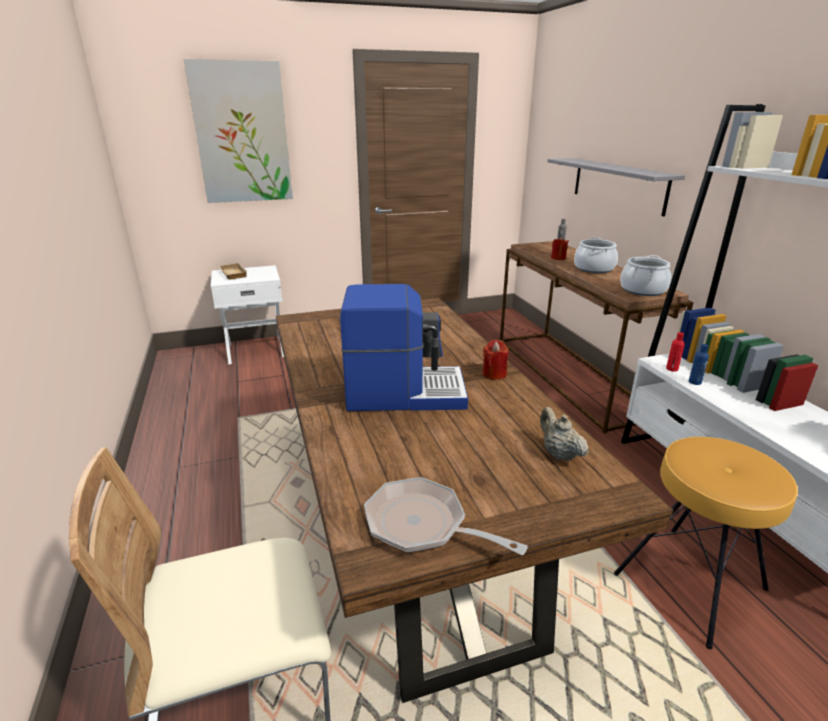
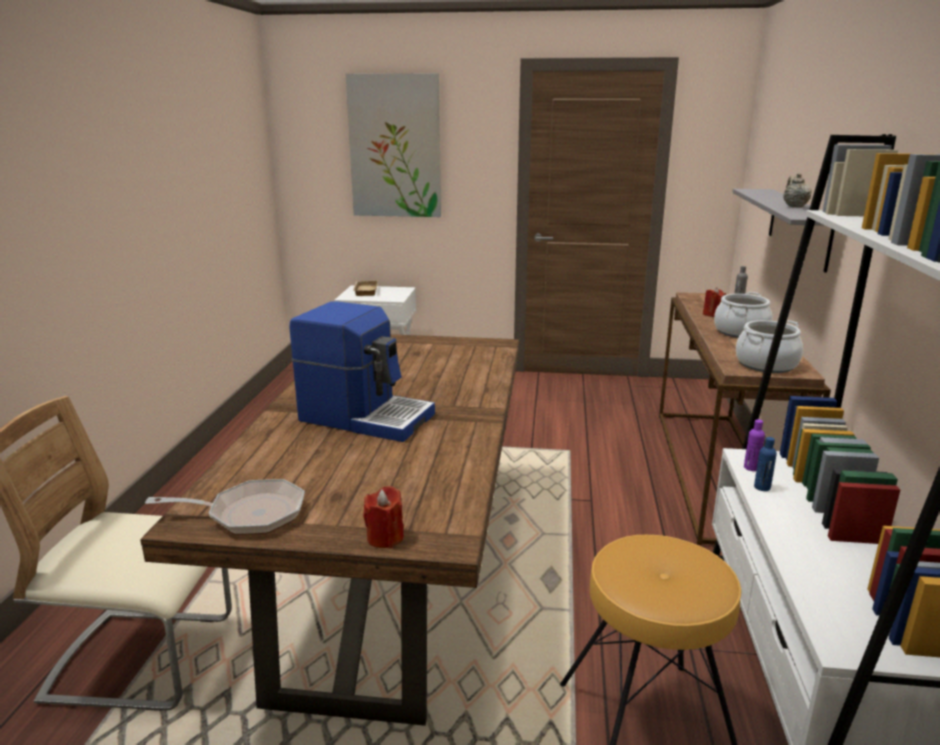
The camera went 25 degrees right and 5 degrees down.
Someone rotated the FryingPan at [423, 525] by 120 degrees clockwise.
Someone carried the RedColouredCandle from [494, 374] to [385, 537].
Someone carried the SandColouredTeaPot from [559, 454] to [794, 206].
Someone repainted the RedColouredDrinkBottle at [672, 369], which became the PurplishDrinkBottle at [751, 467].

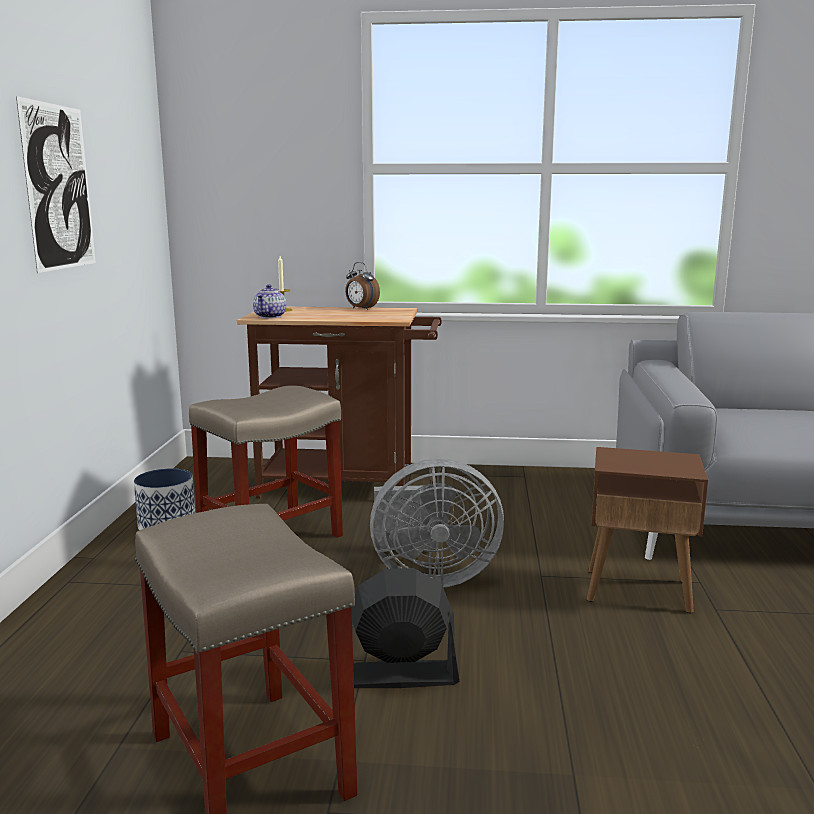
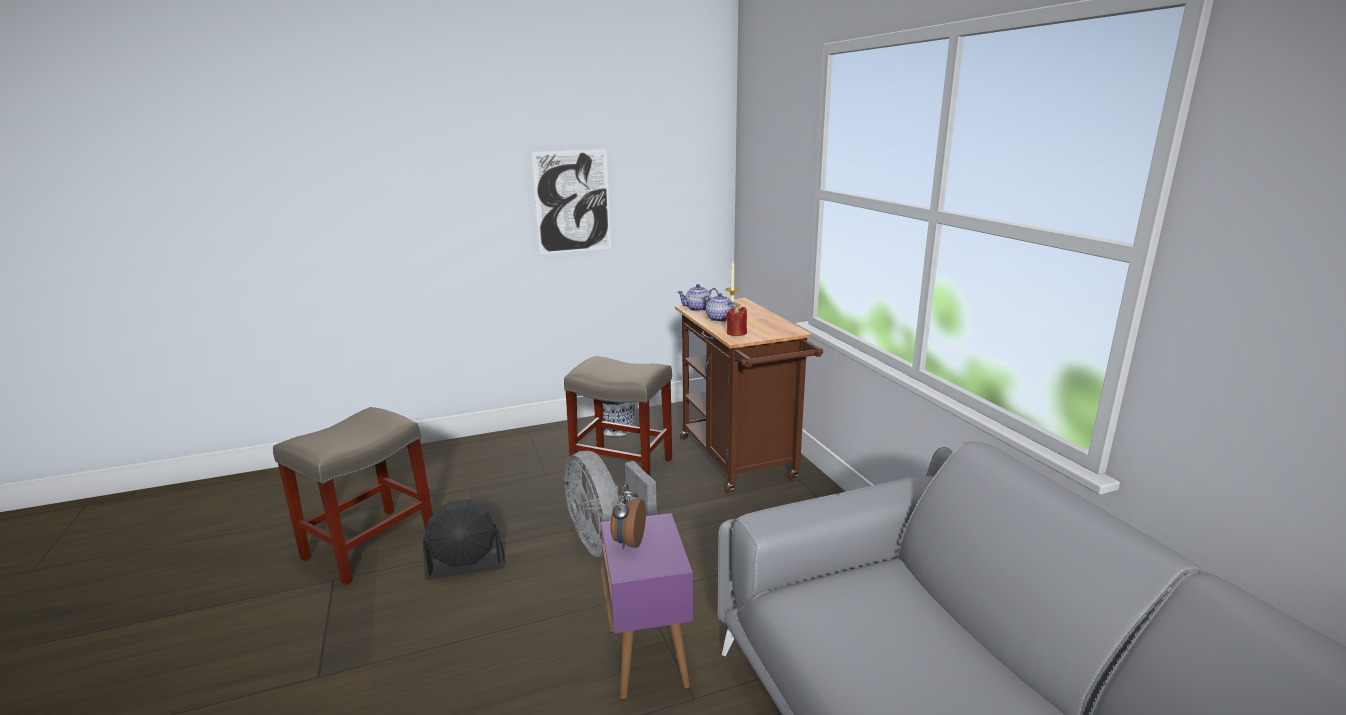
The camera went 65 degrees right and 5 degrees up.
Someone carried the BedsideClock from [361, 309] to [628, 542].
Someone rotated the BlackColouredElectricFan at [400, 675] by 105 degrees clockwise.
Someone repainted the BrownishEndTable at [639, 591], which became the PurplishEndTable at [648, 657].
Someone put down the TeaPot at [719, 319].
Someone put down the RedColouredCandle at [736, 333].

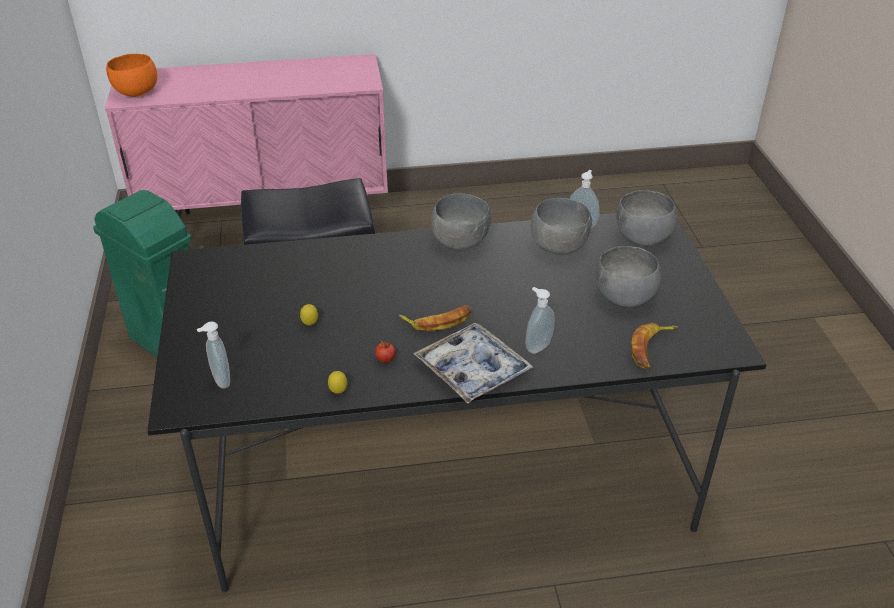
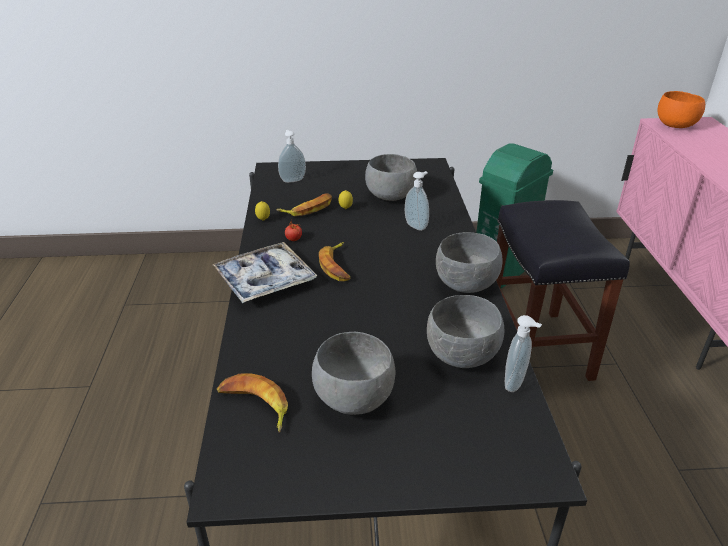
The camera went 95 degrees right and 5 degrees down.
Someone carried the SoapBottle from [537, 346] to [417, 226].
Someone carried the GrayServingBowl from [641, 239] to [390, 196].
Someone put down the BananaFruit at [308, 209].

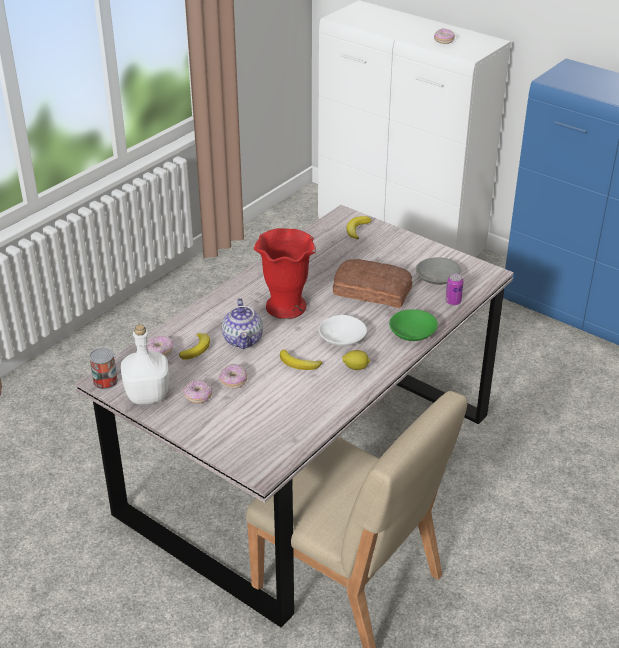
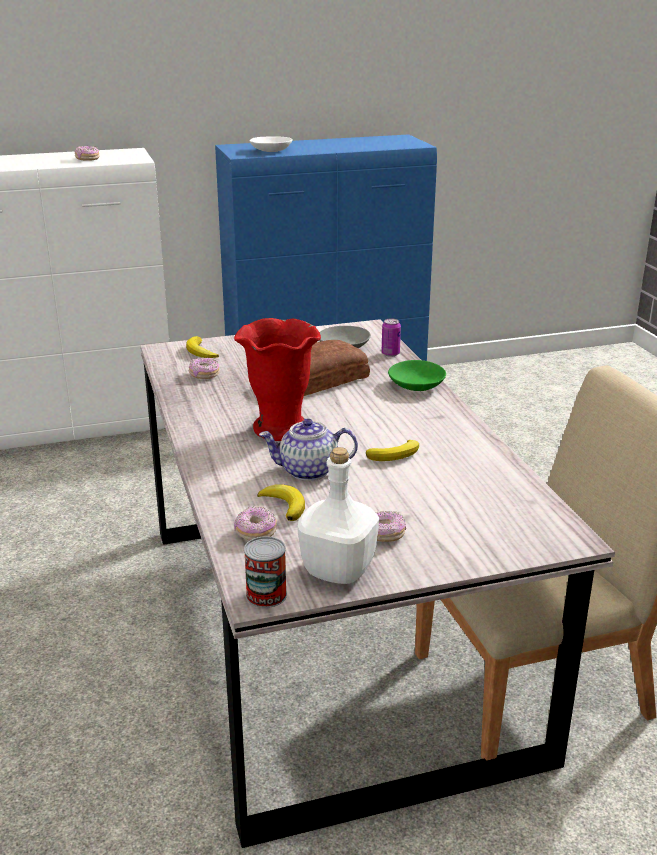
The camera went 55 degrees left and 10 degrees down.
Someone carried the Donut from [233, 381] to [204, 375].
Someone rotated the TeaPot at [243, 340] by 150 degrees clockwise.
Someone carried the WhitishServingBowl from [342, 338] to [270, 151].
Someone took away the WholeLemon at [356, 367].

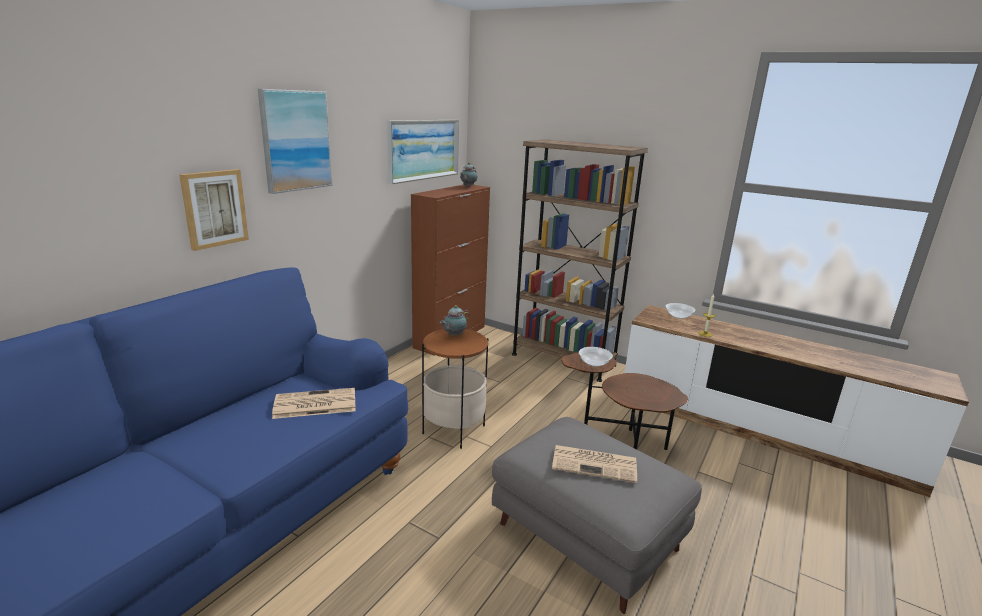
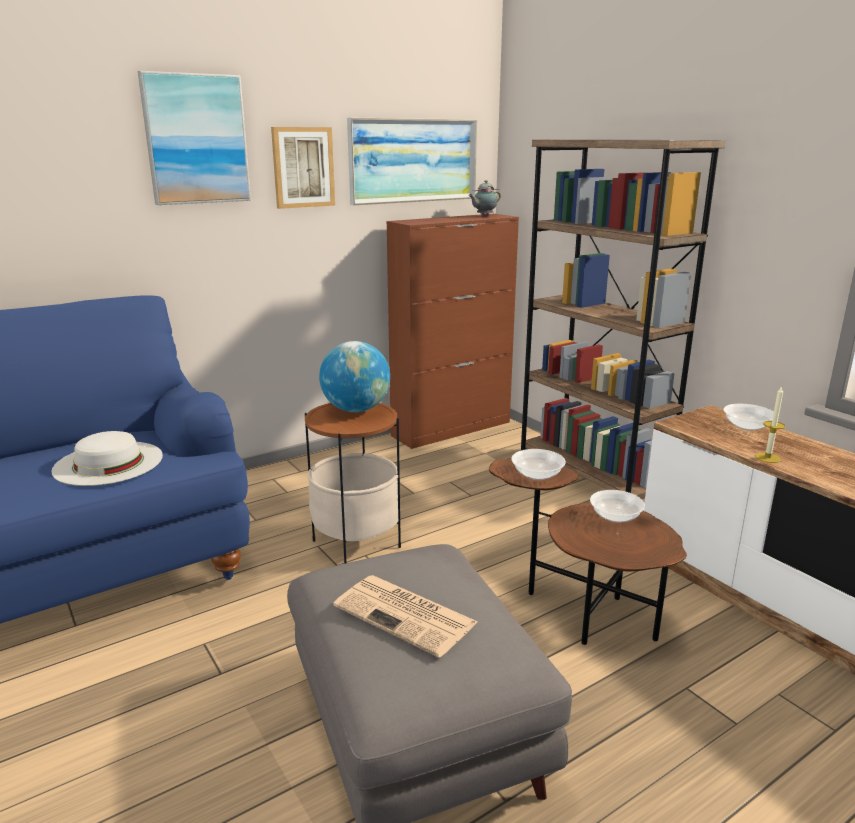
The camera went 25 degrees right and 0 degrees up.
Someone carried the Picture from [214, 208] to [303, 167].
Someone swapped the PrintedPaper at [314, 404] for the WhitishHat at [108, 463].
Someone swapped the TeaPot at [454, 336] for the DeskGlobe at [356, 410].
Someone put down the ServingBowl at [615, 516].

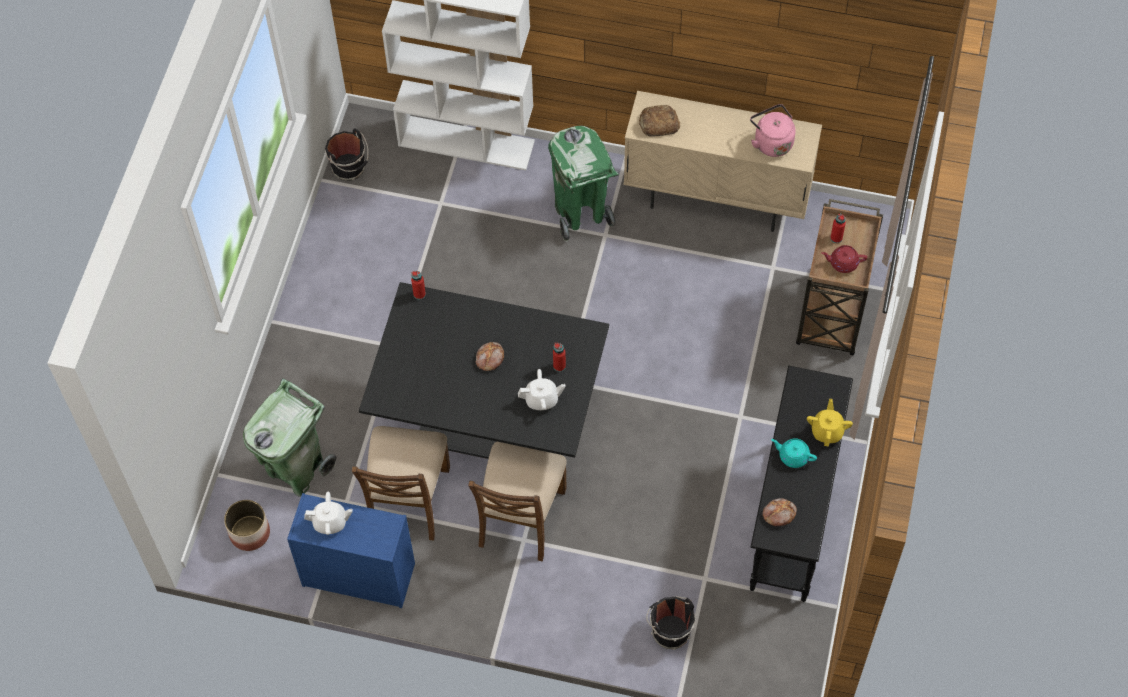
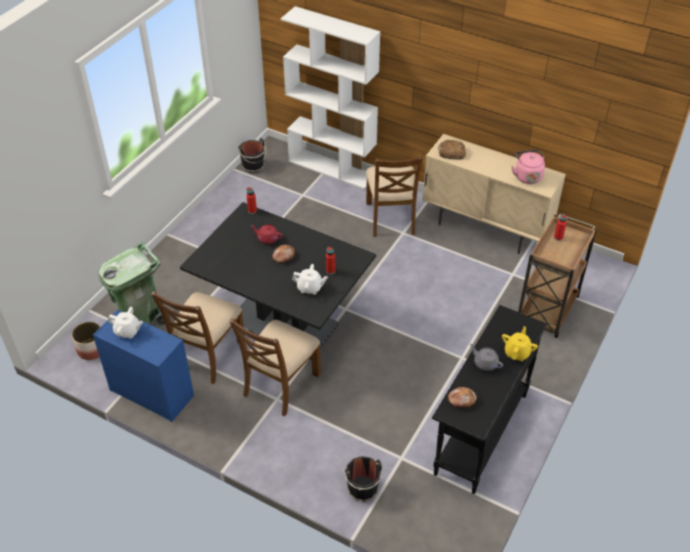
The camera went 15 degrees right and 15 degrees down.
Someone swapped the GreenRubbishBin at [581, 213] for the BrownishPlainChair at [391, 218].
Someone repainted the BlueGreenTeaPot at [793, 456], which became the GrayTeaPot at [485, 363].
Someone carried the RedColouredTeaPot from [843, 263] to [267, 238].

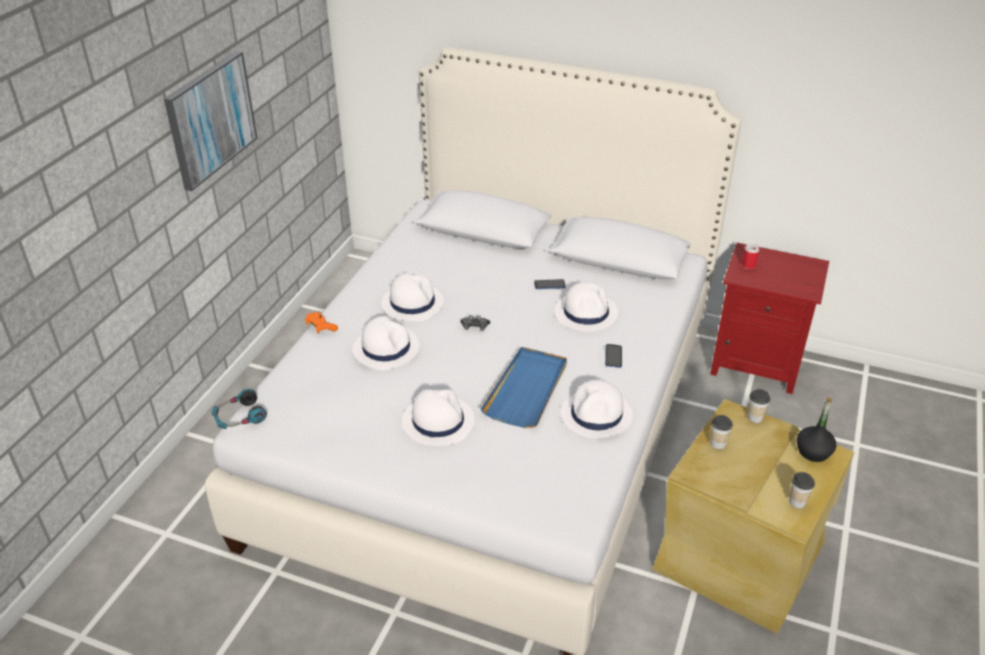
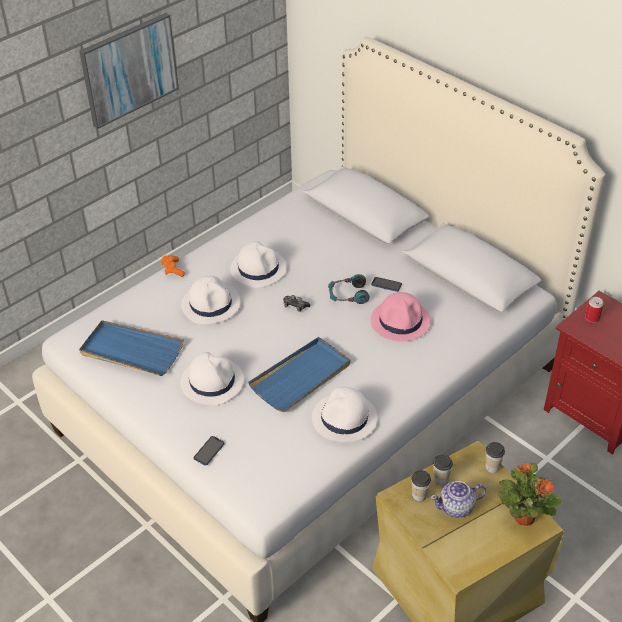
The camera went 25 degrees right and 5 degrees up.
Someone carried the Headphones from [239, 417] to [348, 295].
Someone repainted the WhitishHat at [586, 312], which became the PinkHat at [401, 321].
Someone carried the Phone from [613, 356] to [209, 451].
Someone carried the DrinkingCup from [797, 502] to [419, 495].
Someone swapped the BlackColouredDrinkBottle at [813, 452] for the PottedPlant at [523, 516].
Someone put down the BlueTray at [131, 351].
Someone put down the TeaPot at [457, 507].

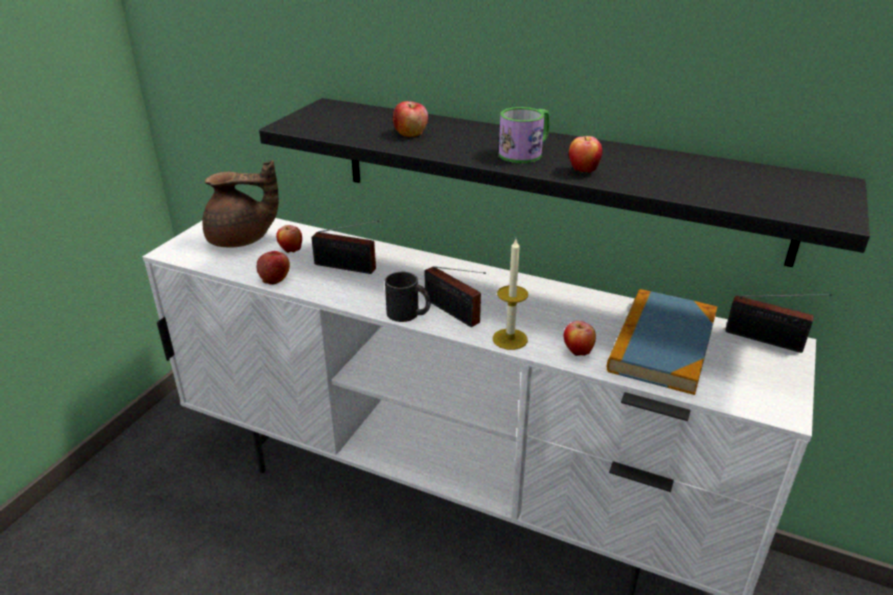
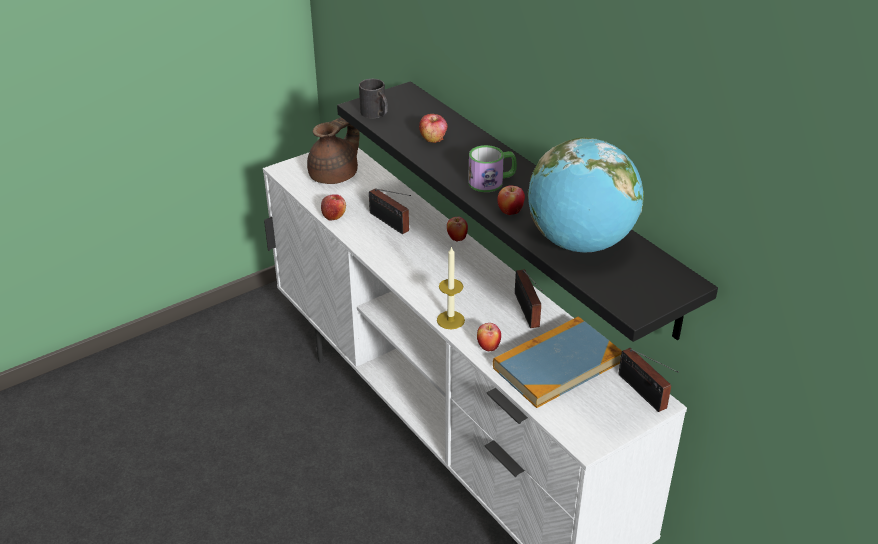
The camera went 30 degrees right and 5 degrees up.
Someone rotated the BrownishTeaPot at [241, 240] by 75 degrees counterclockwise.
Someone carried the WholeApple from [291, 251] to [456, 238].
Someone carried the BlackColouredMug from [409, 314] to [376, 114].
Someone carried the RadioSet from [454, 313] to [527, 312].
Someone put down the DeskGlobe at [580, 243].

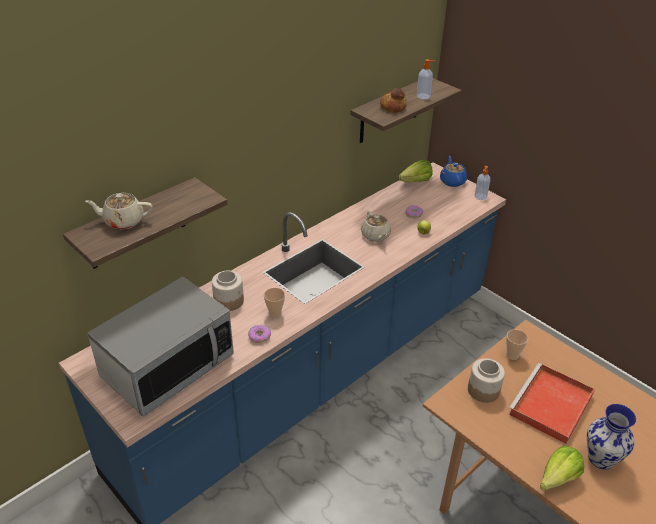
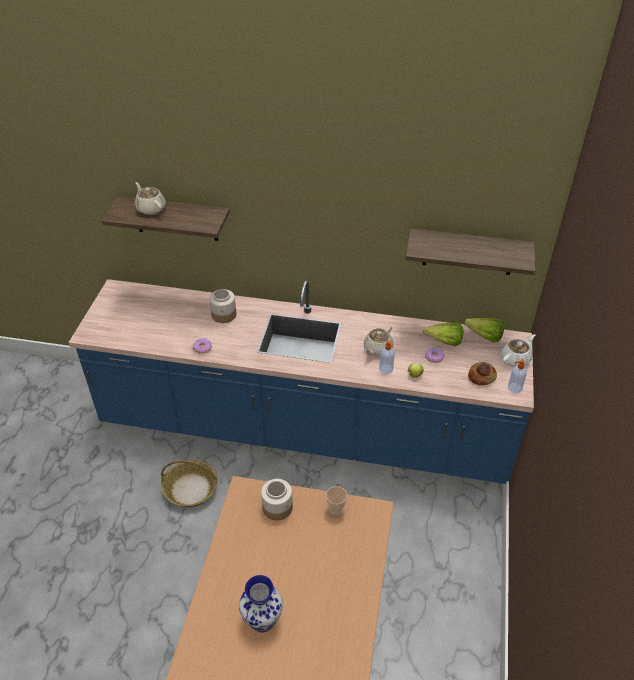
The camera went 55 degrees right and 5 degrees up.
Someone took away the KitchenMicrowave at [168, 366].
Someone took away the DrinkingCup at [275, 314].
Someone carried the BakedBread from [393, 107] to [481, 377].
Someone carried the SoapBottle from [423, 96] to [386, 369].
Someone repainted the BlueTeaPot at [452, 181], which became the WhitishTeaPot at [516, 359].
Someone took away the RedColouredTray at [551, 406].
Someone carried the LettuceHead from [553, 480] to [441, 341].
Someone put down the HouseholdBasket at [191, 489].

